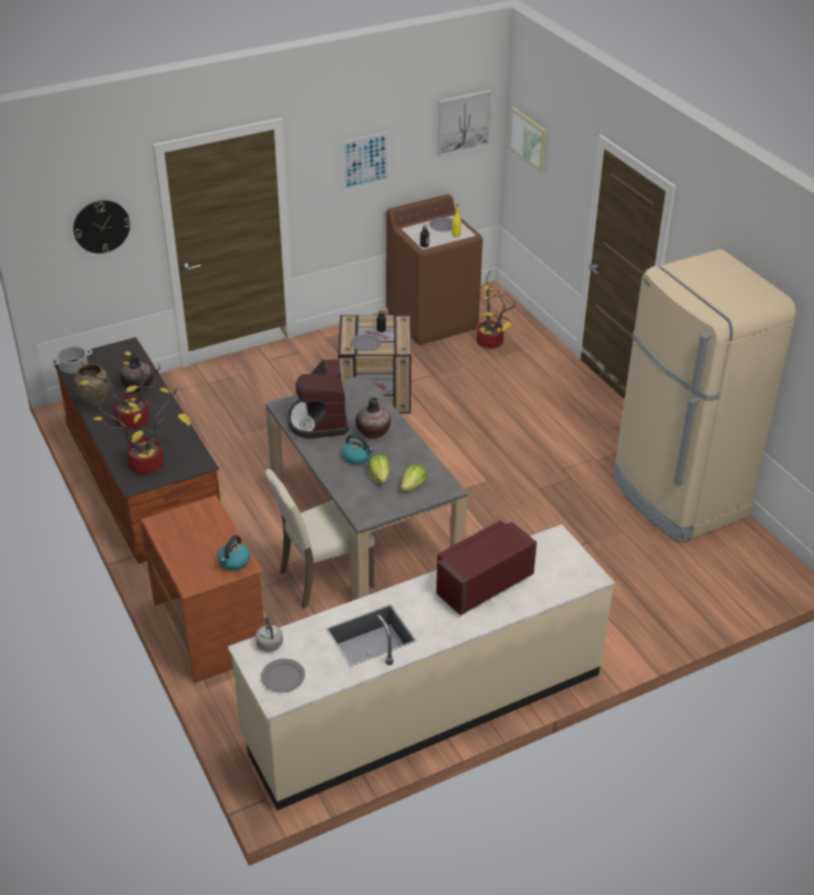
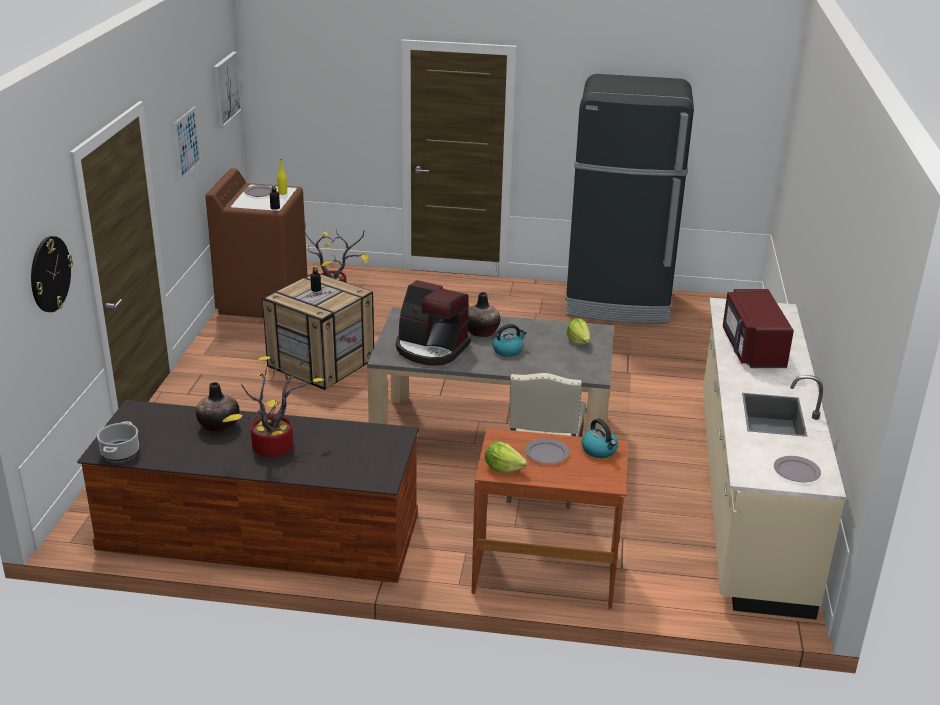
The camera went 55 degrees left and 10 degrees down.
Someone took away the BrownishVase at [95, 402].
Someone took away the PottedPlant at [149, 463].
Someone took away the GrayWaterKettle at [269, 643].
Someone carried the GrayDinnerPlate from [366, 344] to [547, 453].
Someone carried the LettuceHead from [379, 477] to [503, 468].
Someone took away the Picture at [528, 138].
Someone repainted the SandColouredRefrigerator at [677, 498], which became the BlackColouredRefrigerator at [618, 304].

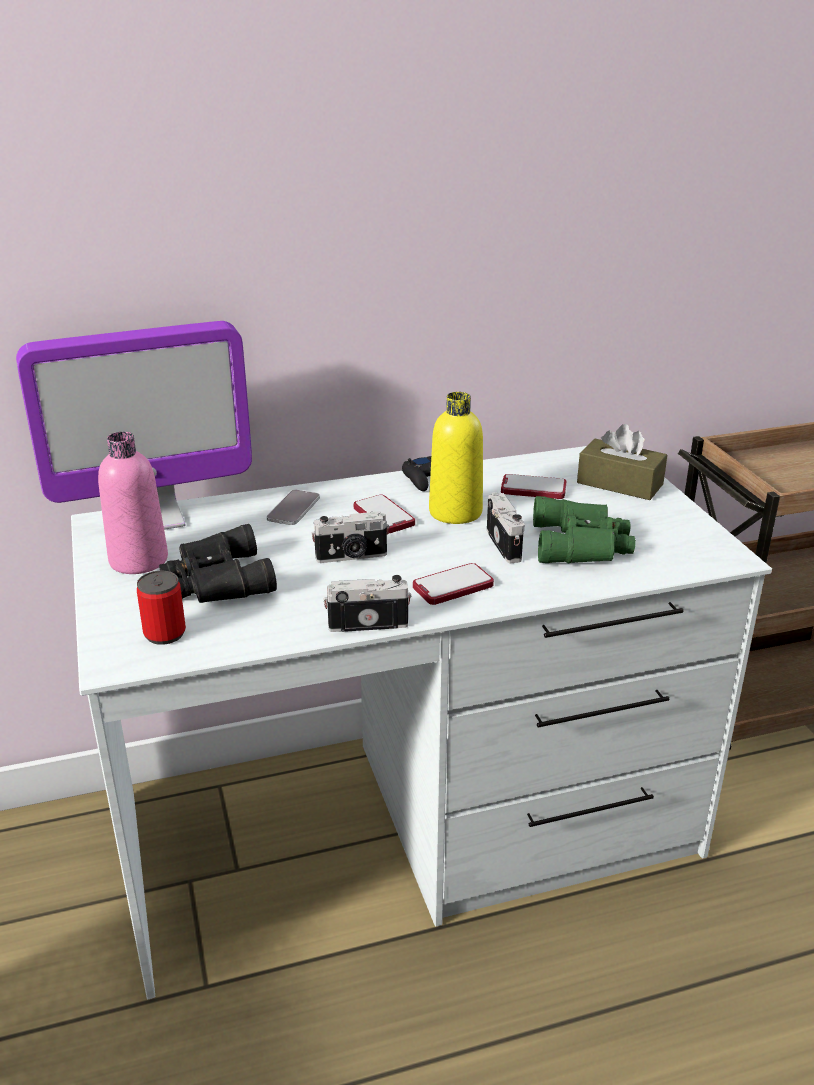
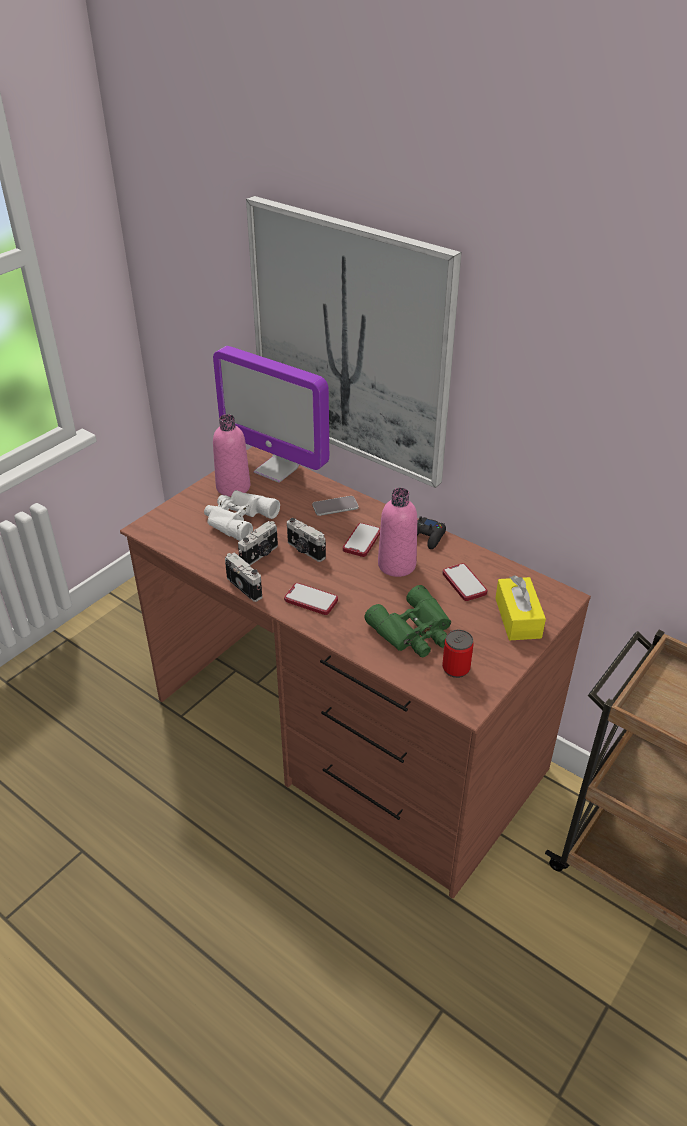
The camera went 55 degrees right and 10 degrees up.
Someone repainted the WhitishDesk at [408, 827], which became the BrownishDesk at [346, 735].
Someone carried the MetalCan from [165, 633] to [456, 668].
Someone repainted the BlackColouredPairOfBinoculars at [215, 581], which became the WhitishPairOfBinoculars at [237, 519].
Someone repainted the YellowishDrinkBottle at [455, 512], which became the PinkDrinkBottle at [396, 565].
Someone carried the PhotoCamera from [506, 545] to [260, 555].
Someone repainted the BrownishBoxOfTissues at [620, 483], which became the YellowishBoxOfTissues at [518, 618].
Someone put up the Picture at [350, 342].

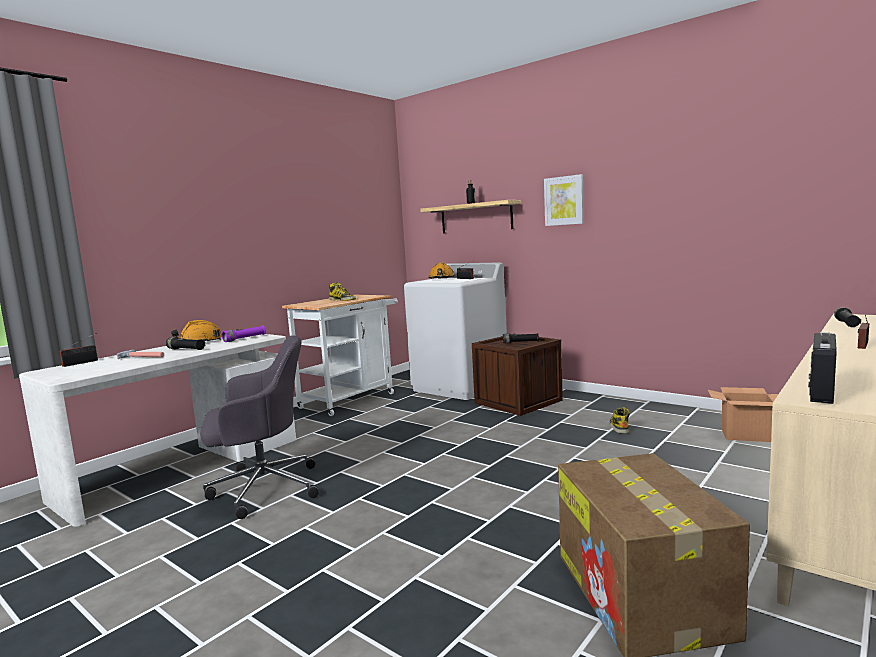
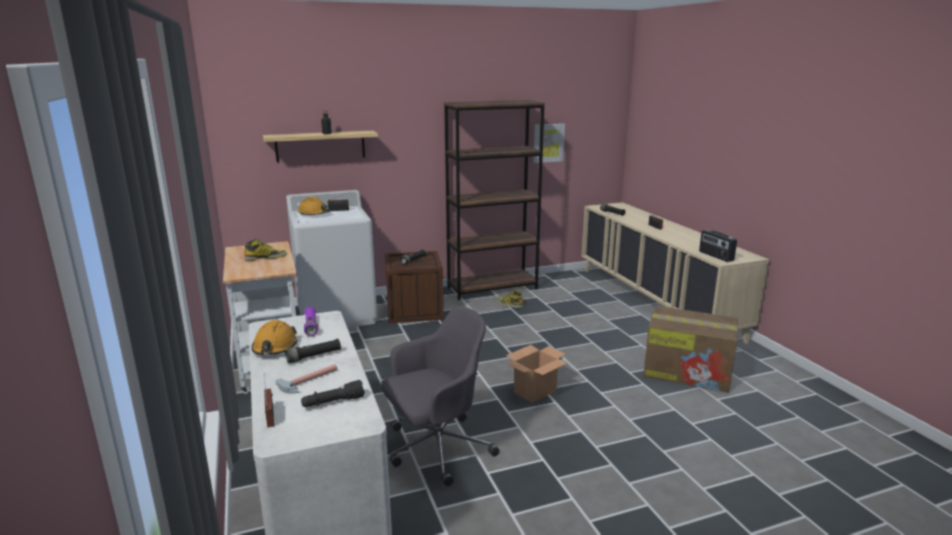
The camera went 60 degrees left and 10 degrees up.
Someone rotated the GrayComputerChair at [262, 488] by 45 degrees clockwise.
Someone carried the Picture from [564, 200] to [548, 143].
Someone carried the Carton from [746, 435] to [535, 391].
Someone put down the BlackColouredTorch at [333, 402].
Someone put down the BrownishShelvingUnit at [492, 288].

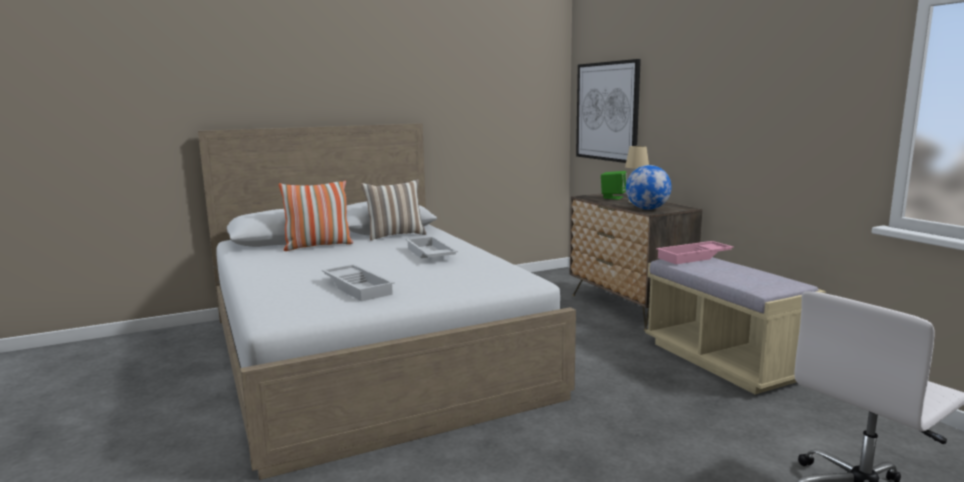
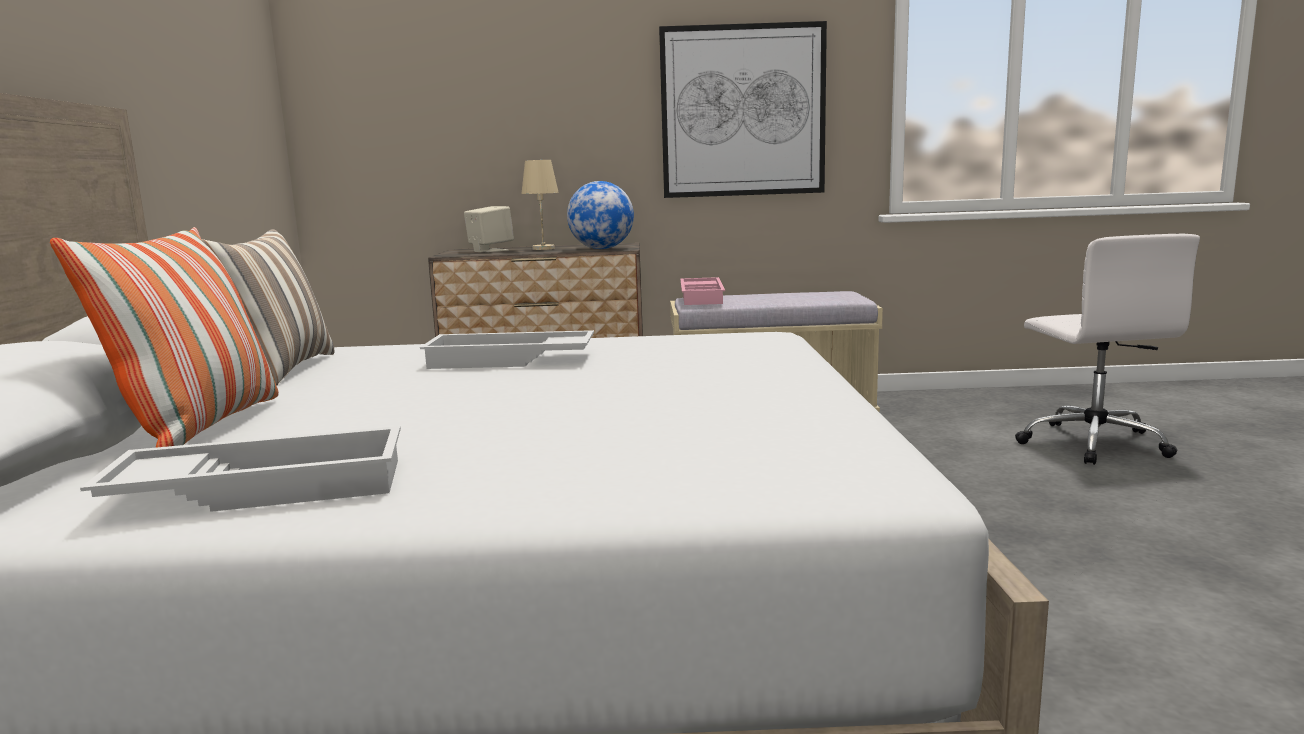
The camera went 65 degrees left and 0 degrees up.
Someone carried the WhitishTray from [359, 287] to [264, 487].
Someone carried the Picture from [607, 111] to [743, 111].
Someone repainted the GreenAudioSpeaker at [613, 197], which became the SandColouredAudioSpeaker at [490, 250].

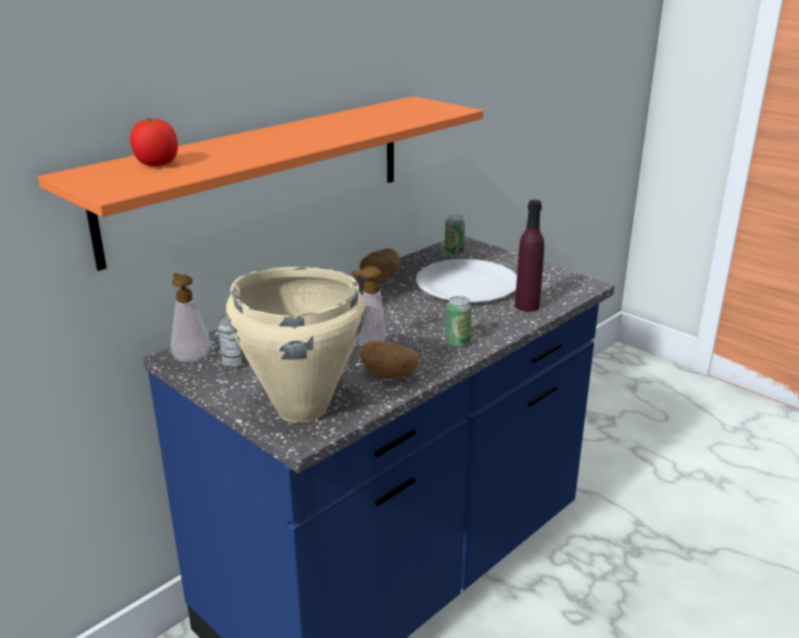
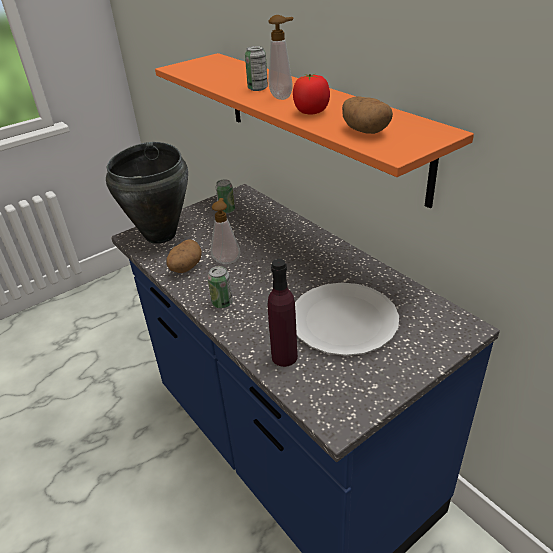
The camera went 100 degrees right and 10 degrees up.
Someone carried the FreshTomato from [156, 164] to [311, 112].
Someone carried the SoapBottle from [191, 357] to [283, 96].
Someone repainted the SandColouredSaucepot at [301, 408], which became the BlackColouredSaucepot at [161, 235].
Someone carried the WholePotato from [379, 278] to [365, 131].
Someone carried the MetalCan from [454, 252] to [257, 88].

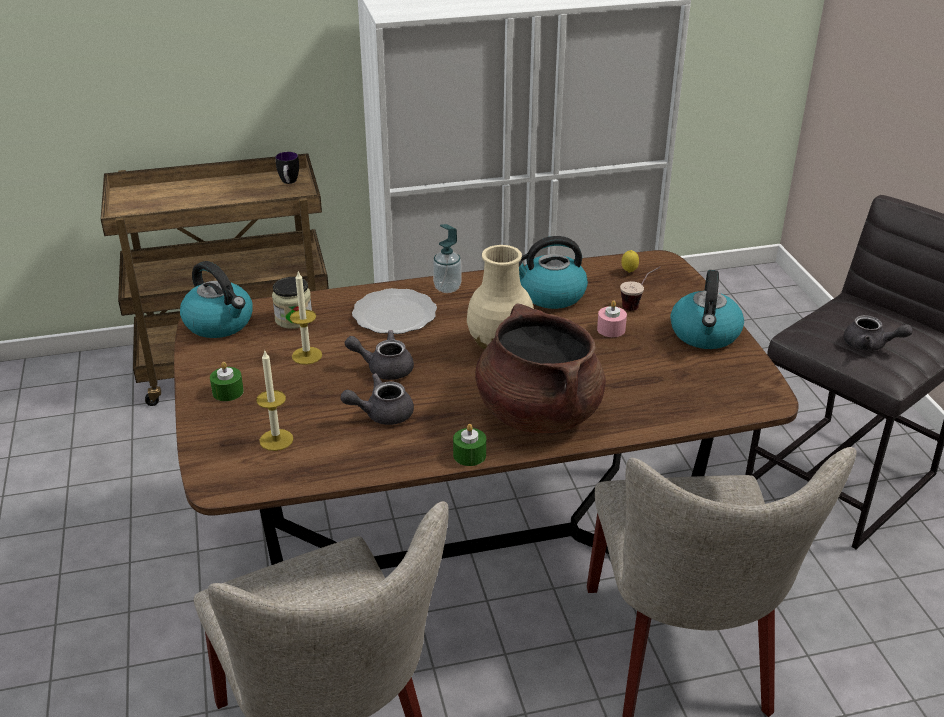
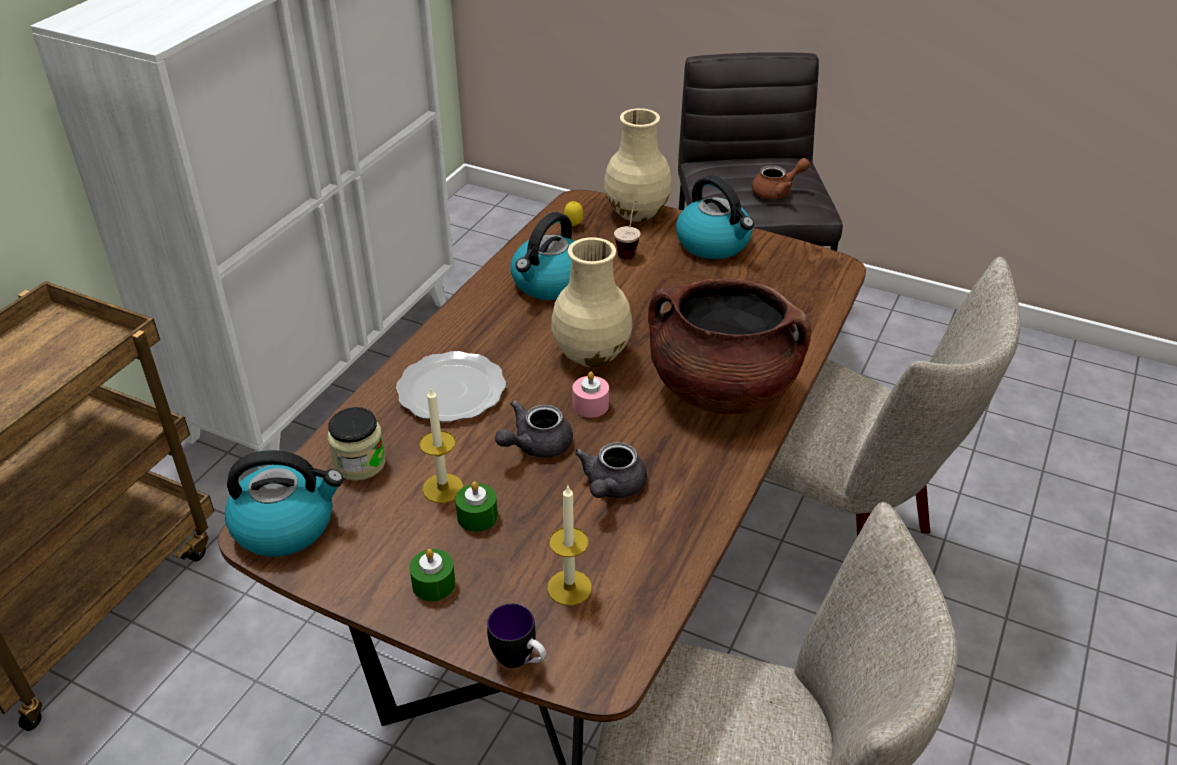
The camera went 50 degrees left and 5 degrees up.
Someone carried the Mug from [288, 183] to [520, 661].
Someone took away the SoapBottle at [447, 288].
Someone carried the GreenCandle from [469, 455] to [477, 516].
Someone carried the PinkCandle from [611, 329] to [590, 405].
Someone repainted the GrayTeaPot at [870, 345], which became the BrownishTeaPot at [777, 192].
Someone put down the SandColouredVase at [637, 213].

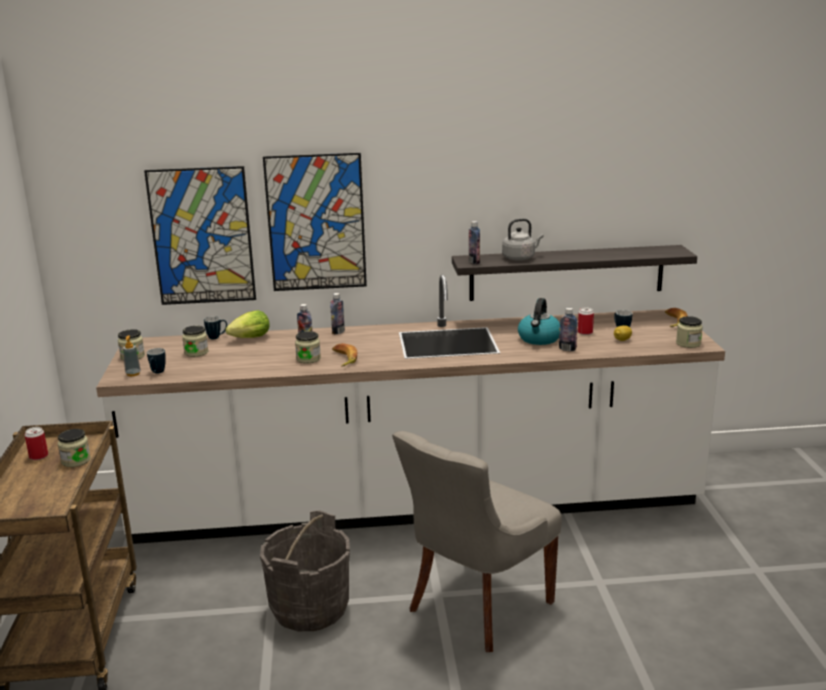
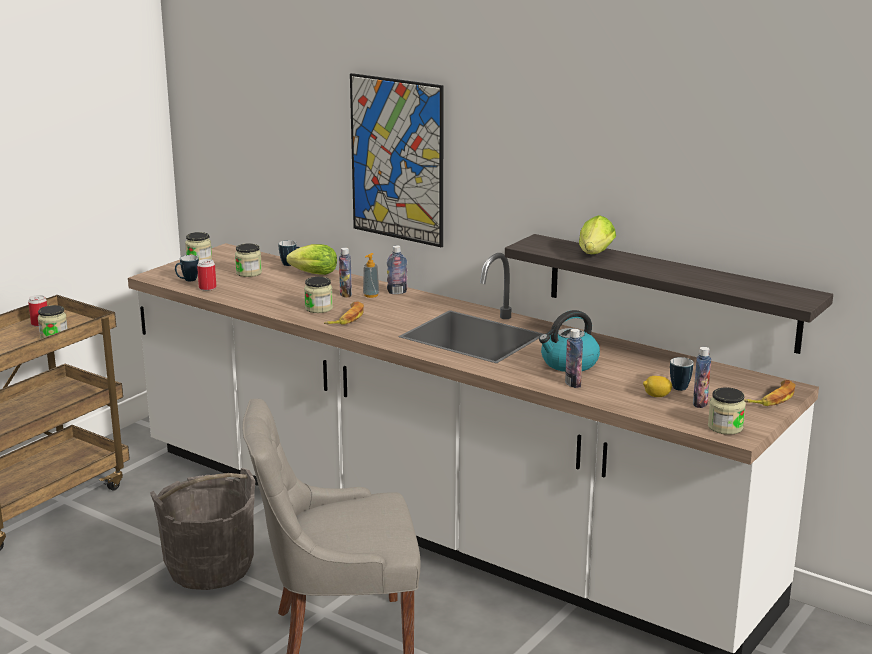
The camera went 40 degrees right and 0 degrees up.
Someone carried the SoapBottle from [133, 374] to [371, 295].
Someone took away the Picture at [202, 236].
Someone carried the DrinkBottle from [474, 262] to [700, 403].
Someone swapped the GrayWaterKettle at [520, 258] for the LettuceHead at [594, 255].
Someone carried the MetalCan from [585, 332] to [207, 288].

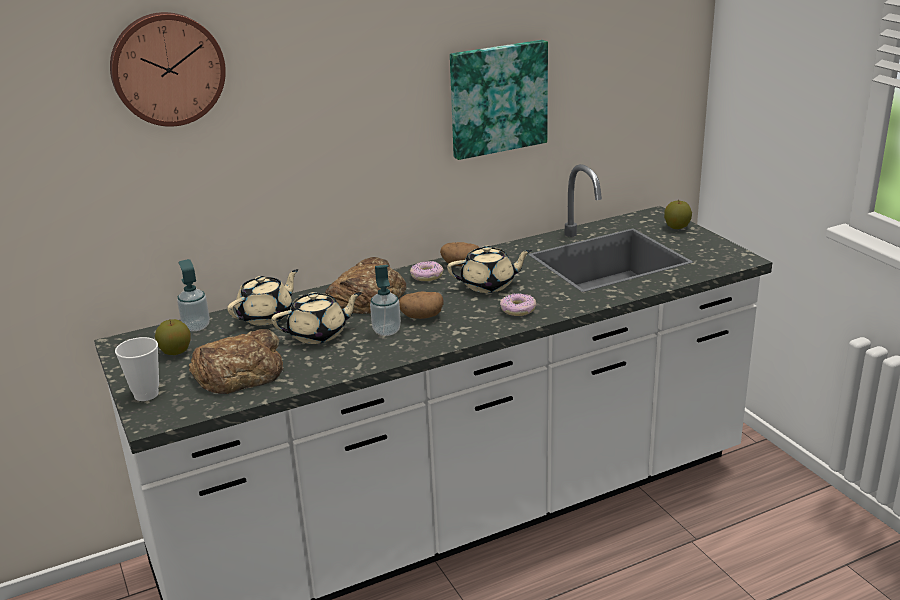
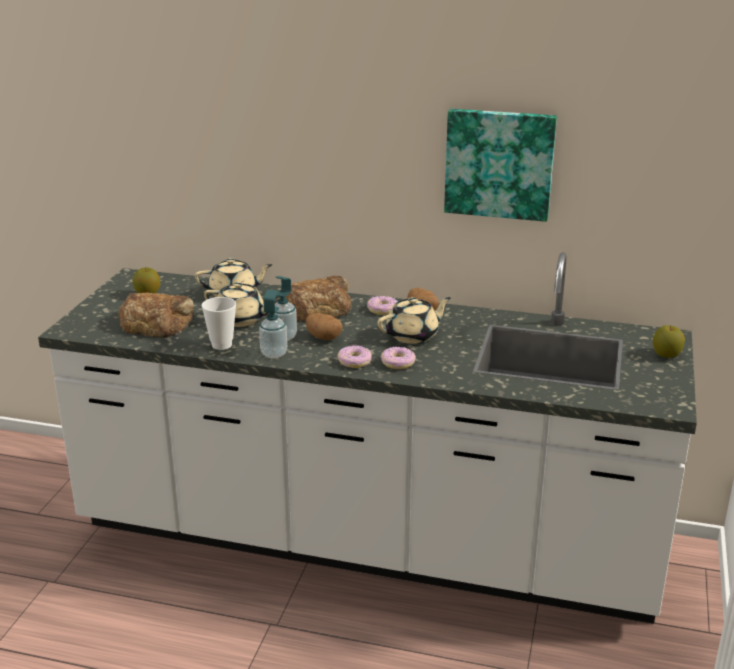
The camera went 40 degrees right and 0 degrees up.
Someone took away the HangingClock at [167, 68].
Someone carried the DrinkingCup from [146, 394] to [221, 345].
Someone carried the SoapBottle from [196, 326] to [274, 354].
Someone rotated the SandColouredTeaPot at [489, 285] by 60 degrees counterclockwise.
Someone put down the Donut at [354, 362].

